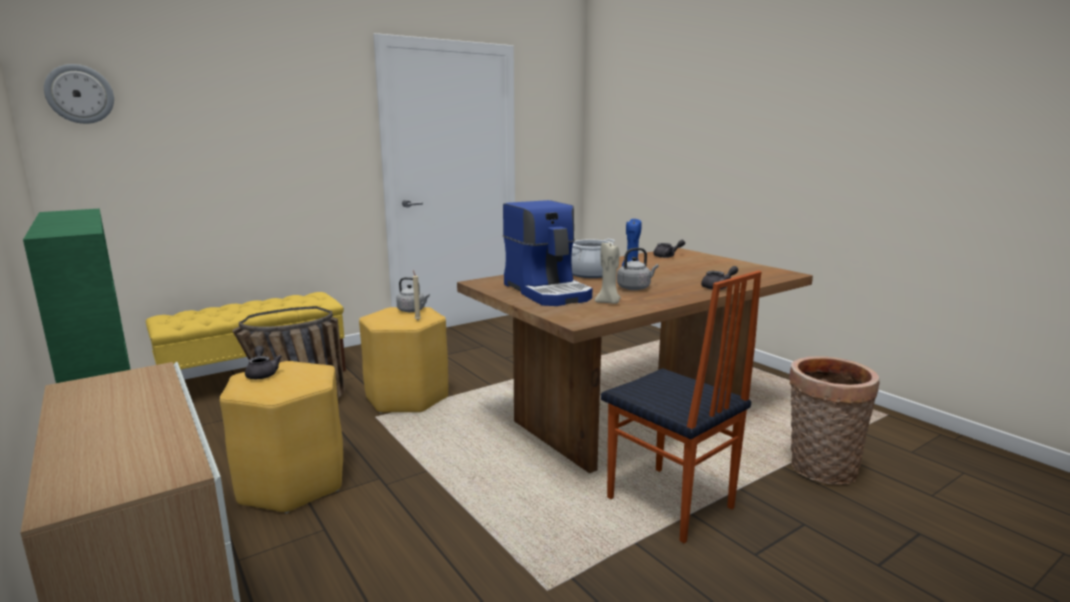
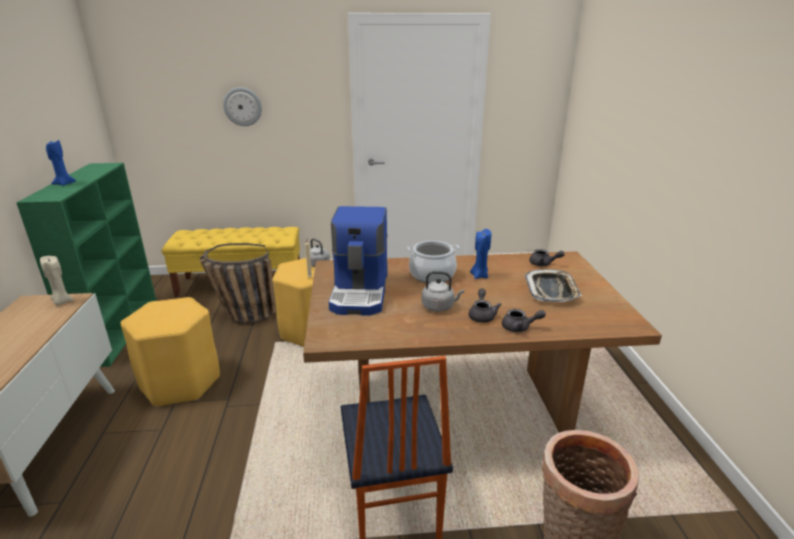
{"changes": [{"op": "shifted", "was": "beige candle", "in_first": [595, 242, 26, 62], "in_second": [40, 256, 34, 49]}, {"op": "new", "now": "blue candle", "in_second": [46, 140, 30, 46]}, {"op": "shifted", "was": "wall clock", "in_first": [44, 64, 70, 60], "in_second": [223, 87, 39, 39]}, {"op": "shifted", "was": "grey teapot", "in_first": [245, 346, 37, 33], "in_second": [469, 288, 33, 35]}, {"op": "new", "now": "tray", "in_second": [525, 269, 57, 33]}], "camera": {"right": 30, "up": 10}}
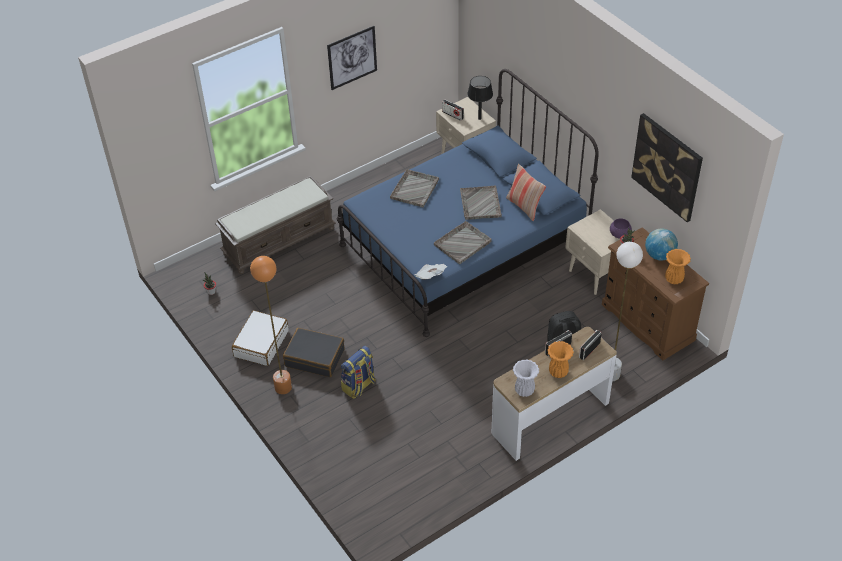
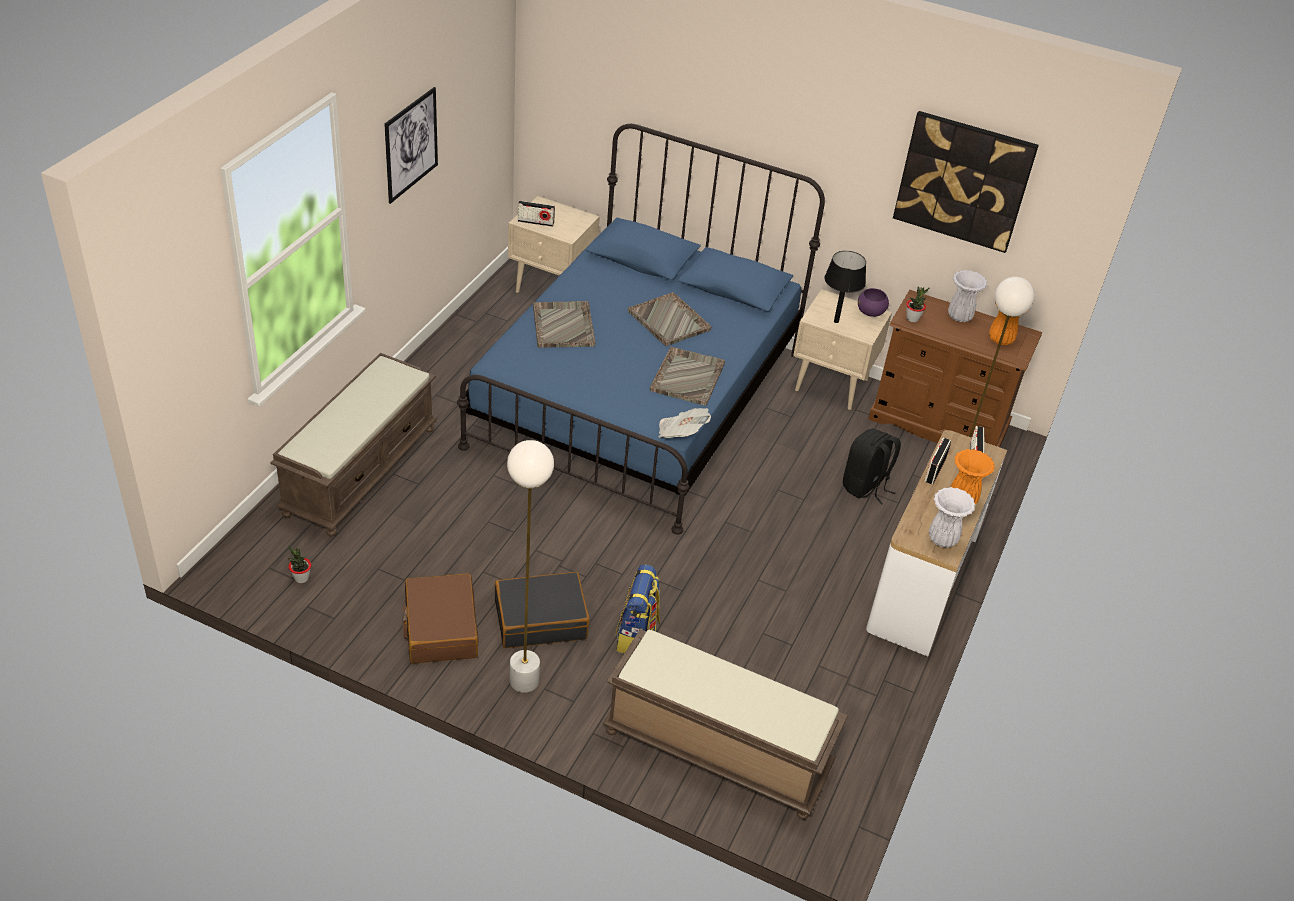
{"changes": [{"op": "repainted", "was": "white suitcase", "now": "brown suitcase", "in_first": [232, 310, 57, 56], "in_second": [402, 574, 76, 90]}, {"op": "repainted", "was": "orange floor lamp", "now": "white floor lamp", "in_first": [250, 256, 42, 138], "in_second": [507, 440, 47, 253]}, {"op": "new", "now": "brown bench", "in_second": [603, 629, 245, 191]}, {"op": "shifted", "was": "black table lamp", "in_first": [467, 76, 26, 44], "in_second": [824, 251, 42, 72]}, {"op": "swapped", "was": "globe", "now": "white vase", "in_first": [645, 228, 33, 33], "in_second": [948, 270, 40, 52]}, {"op": "gone", "was": "pillow", "in_first": [506, 164, 40, 57]}], "camera": {"right": -35, "up": -5}}
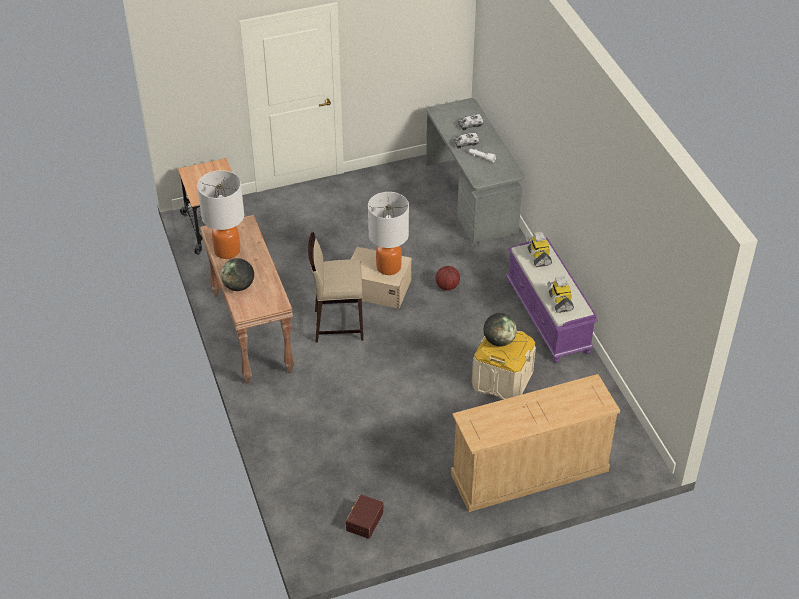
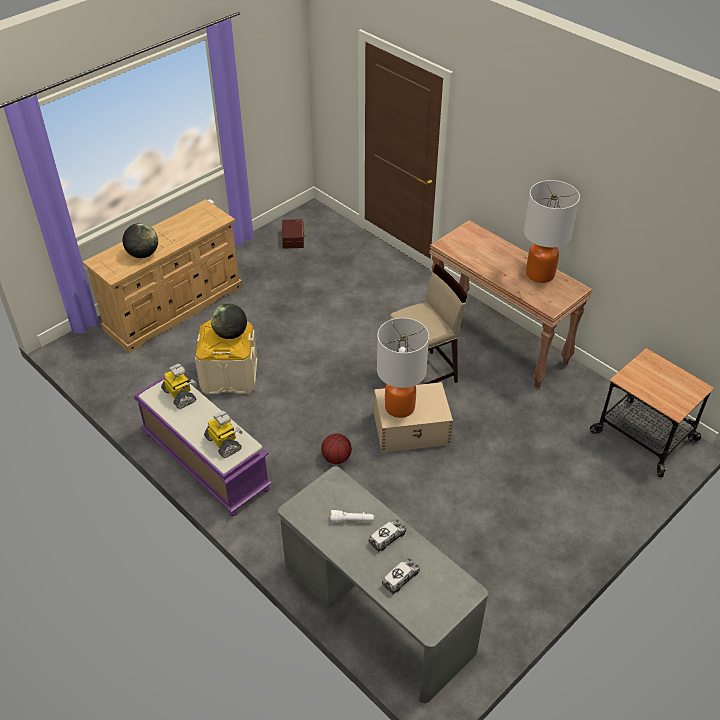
{"changes": [{"op": "shifted", "was": "globe", "in_first": [220, 258, 34, 33], "in_second": [123, 223, 35, 35]}], "camera": {"right": 155, "up": 0}}
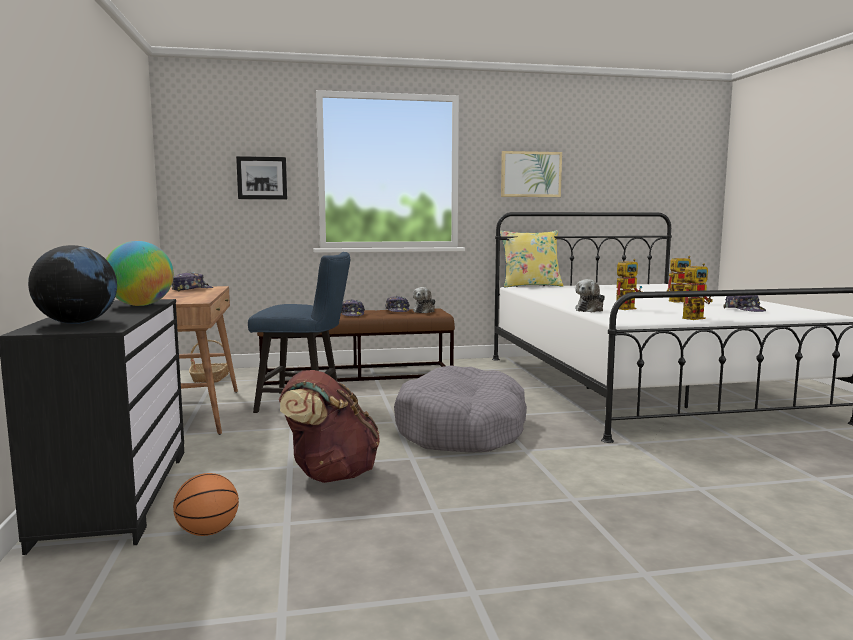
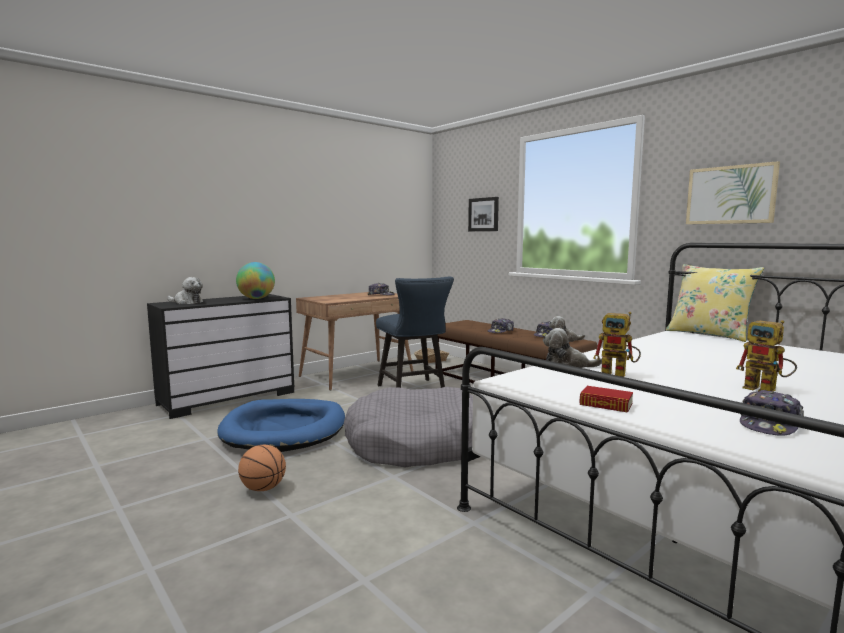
{"changes": [{"op": "swapped", "was": "globe", "now": "plush toy", "in_first": [28, 245, 89, 79], "in_second": [167, 277, 36, 27]}, {"op": "swapped", "was": "brown backpack", "now": "blue dog bed", "in_first": [279, 370, 101, 113], "in_second": [217, 399, 128, 53]}, {"op": "shifted", "was": "basketball", "in_first": [173, 473, 66, 63], "in_second": [238, 445, 48, 46]}, {"op": "swapped", "was": "toy robot", "now": "book", "in_first": [682, 263, 31, 57], "in_second": [579, 386, 54, 26]}], "camera": {"right": 60, "up": 0}}
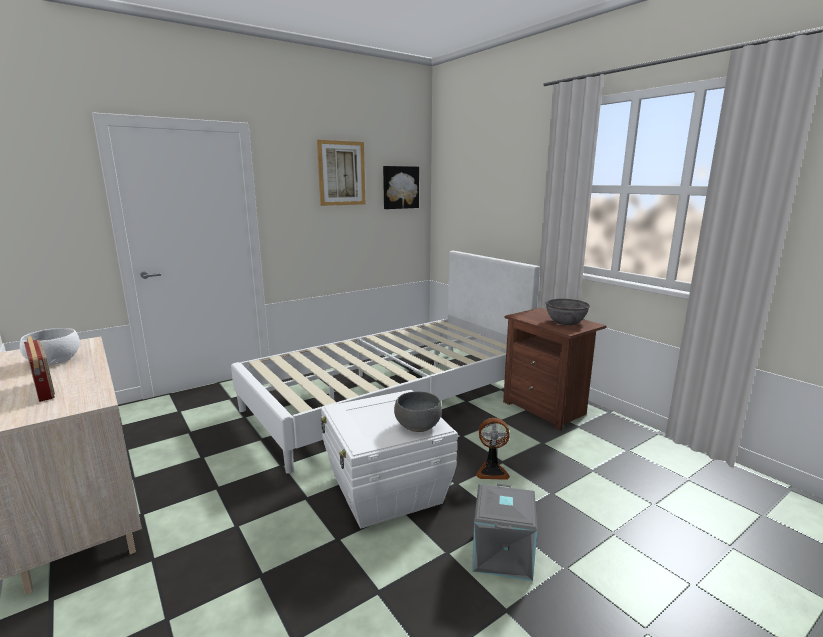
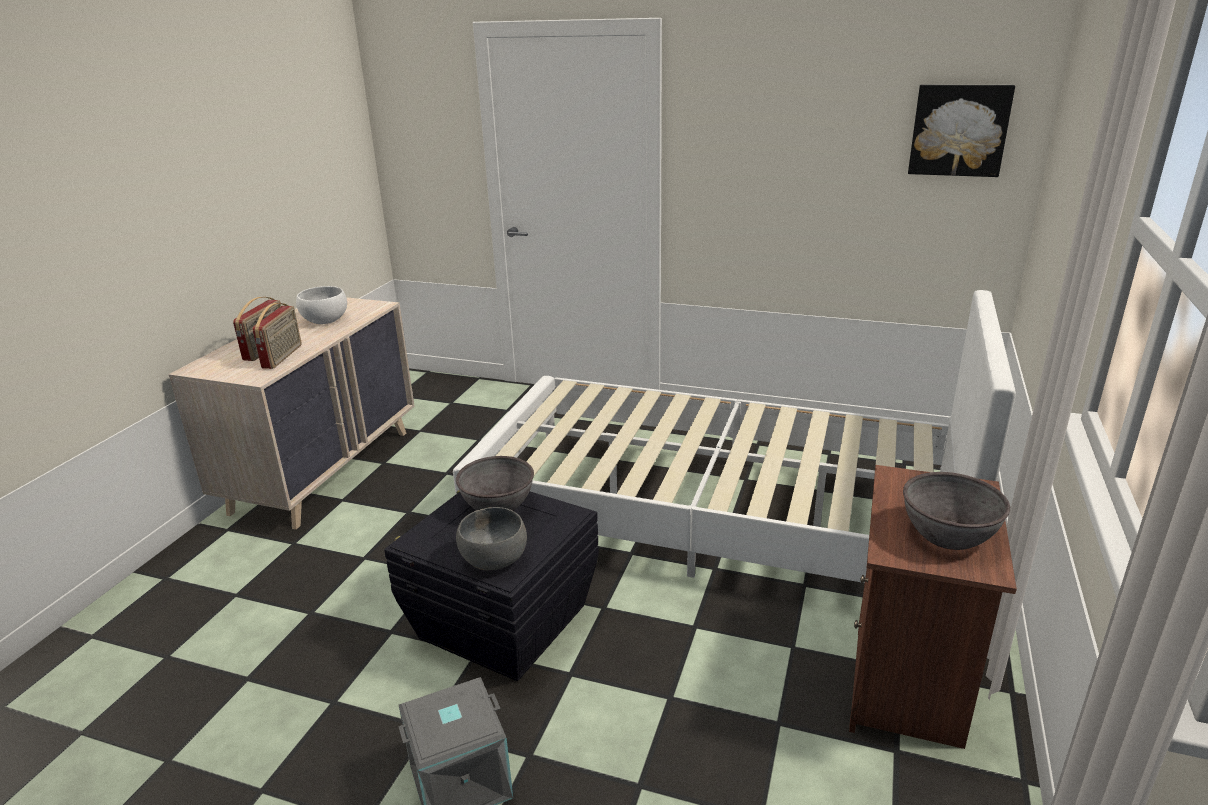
{"changes": [{"op": "new", "now": "radio", "in_second": [252, 303, 50, 66]}, {"op": "repainted", "was": "white storage box", "now": "black storage box", "in_first": [321, 390, 137, 139], "in_second": [384, 491, 215, 190]}, {"op": "new", "now": "grey bowl", "in_second": [456, 456, 78, 55]}, {"op": "gone", "was": "picture", "in_first": [317, 140, 48, 66]}, {"op": "gone", "was": "fan", "in_first": [476, 418, 34, 62]}], "camera": {"right": 55, "up": 10}}
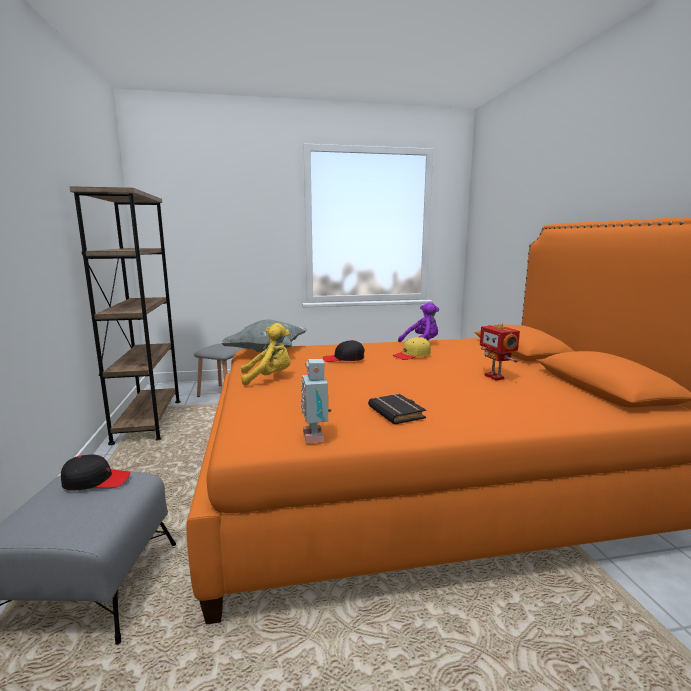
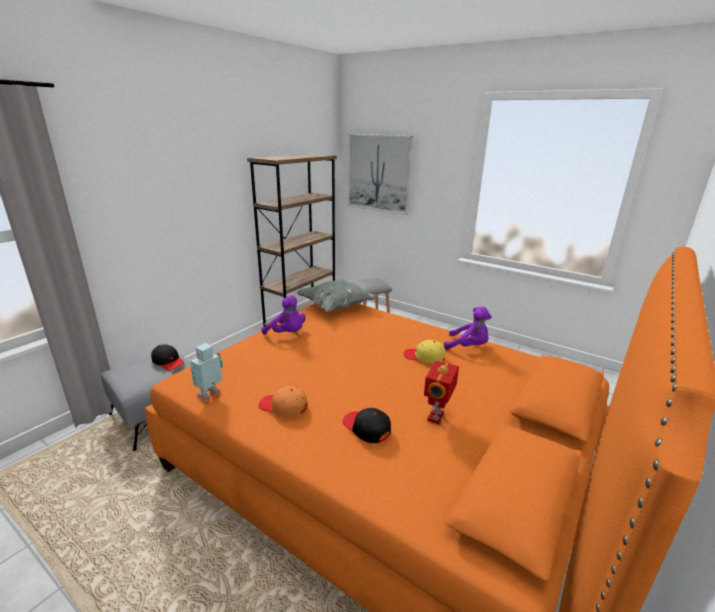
{"changes": [{"op": "swapped", "was": "black book", "now": "orange cap", "in_first": [368, 394, 58, 31], "in_second": [259, 386, 48, 31]}, {"op": "repainted", "was": "yellow plush toy", "now": "purple plush toy", "in_first": [241, 323, 50, 63], "in_second": [261, 295, 44, 40]}, {"op": "shifted", "was": "black cap", "in_first": [323, 340, 42, 22], "in_second": [343, 408, 48, 35]}, {"op": "new", "now": "picture", "in_second": [348, 134, 65, 81]}], "camera": {"right": 45, "up": 10}}
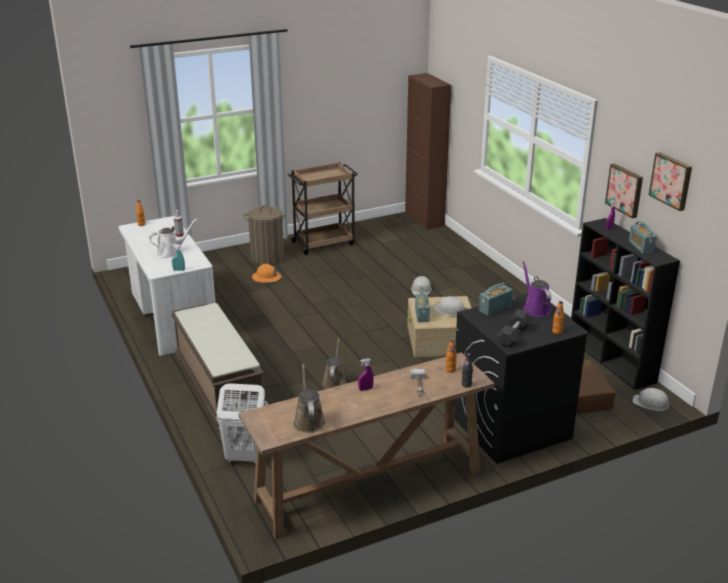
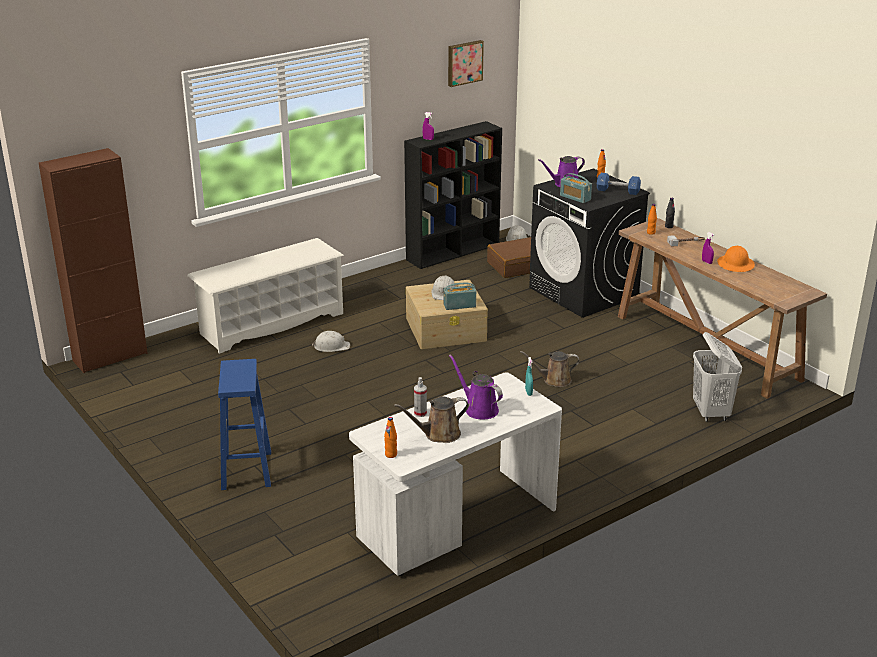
{"changes": [{"op": "new", "now": "white shoe rack", "in_second": [187, 238, 157, 116]}, {"op": "swapped", "was": "laundry basket", "now": "blue stool", "in_first": [244, 205, 42, 60], "in_second": [218, 359, 53, 131]}, {"op": "shifted", "was": "brown watering can", "in_first": [293, 364, 32, 69], "in_second": [394, 397, 75, 46]}, {"op": "repainted", "was": "white watering can", "now": "purple watering can", "in_first": [149, 219, 48, 39], "in_second": [449, 354, 54, 66]}, {"op": "repainted", "was": "black dumbbell", "now": "blue dumbbell", "in_first": [497, 309, 35, 39], "in_second": [597, 173, 44, 22]}, {"op": "shifted", "was": "orange hard hat", "in_first": [252, 264, 30, 19], "in_second": [717, 246, 38, 26]}, {"op": "gone", "was": "brown bench", "in_first": [171, 303, 93, 129]}, {"op": "gone", "was": "brown cart", "in_first": [287, 162, 71, 93]}, {"op": "gone", "was": "picture", "in_first": [605, 163, 38, 55]}, {"op": "gone", "was": "radio", "in_first": [629, 221, 28, 33]}], "camera": {"right": -100, "up": 0}}
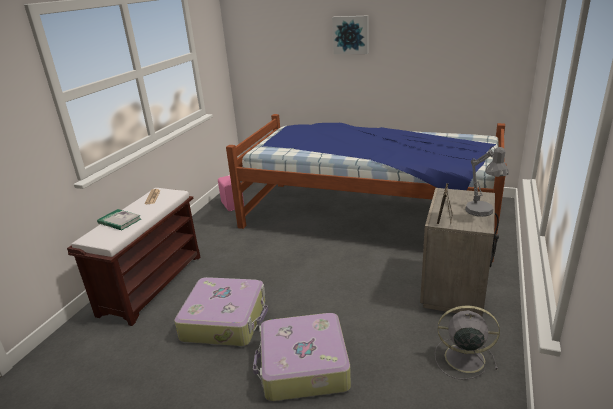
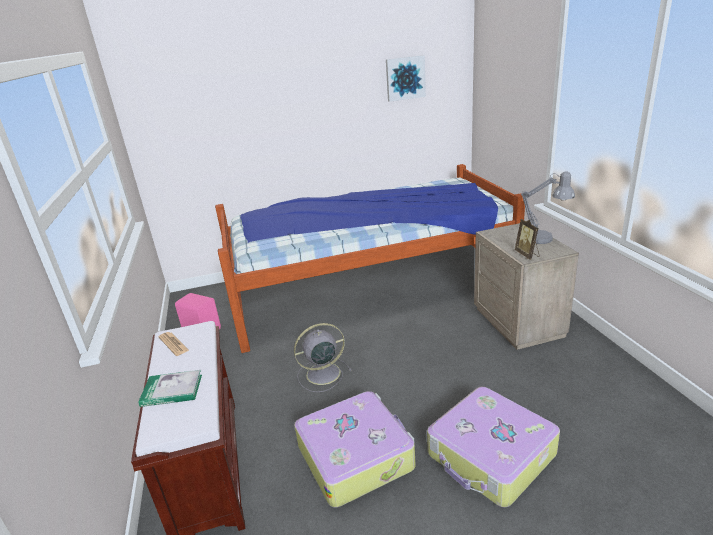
{"changes": [{"op": "shifted", "was": "grey fan", "in_first": [435, 305, 65, 75], "in_second": [294, 323, 58, 69]}, {"op": "shifted", "was": "picture", "in_first": [332, 15, 37, 39], "in_second": [386, 55, 40, 47]}], "camera": {"right": -35, "up": 0}}
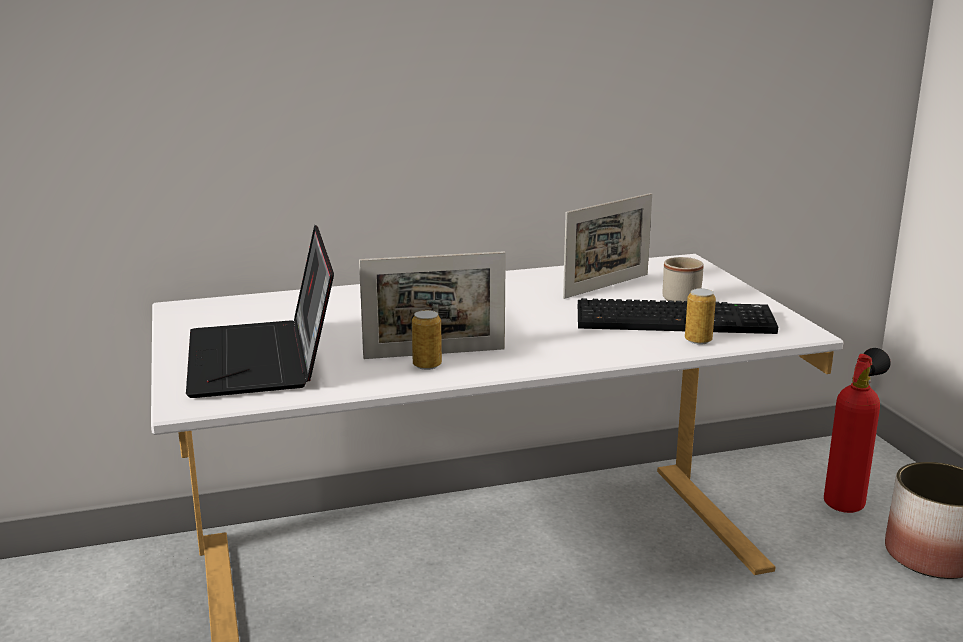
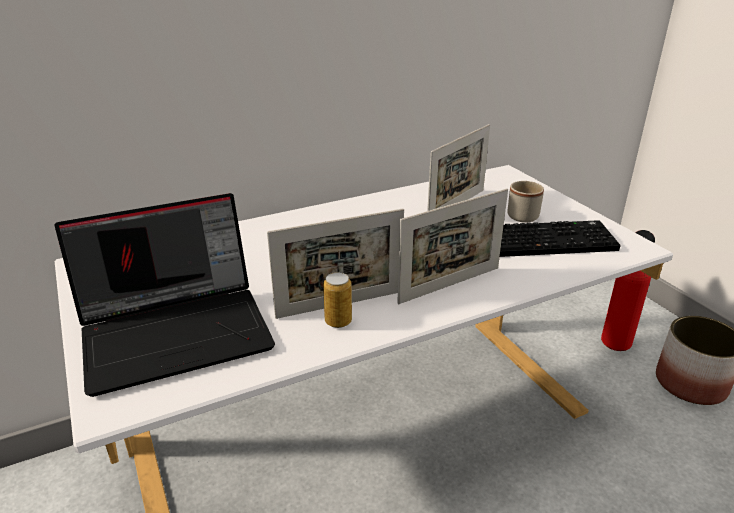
{"changes": [{"op": "rotated", "was": "laptop", "in_first": [186, 225, 148, 173], "in_second": [55, 193, 220, 204], "clockwise": -90}, {"op": "new", "now": "picture frame", "in_second": [397, 189, 111, 115]}, {"op": "gone", "was": "can", "in_first": [685, 288, 31, 57]}], "camera": {"right": -10, "up": 10}}
